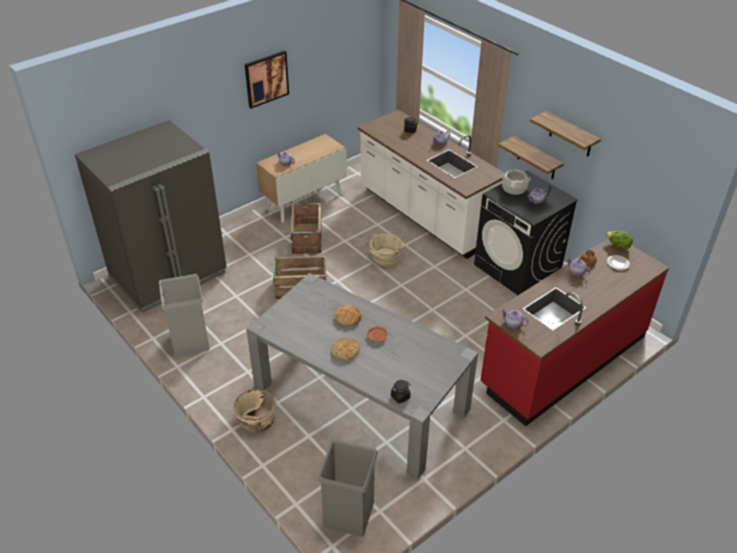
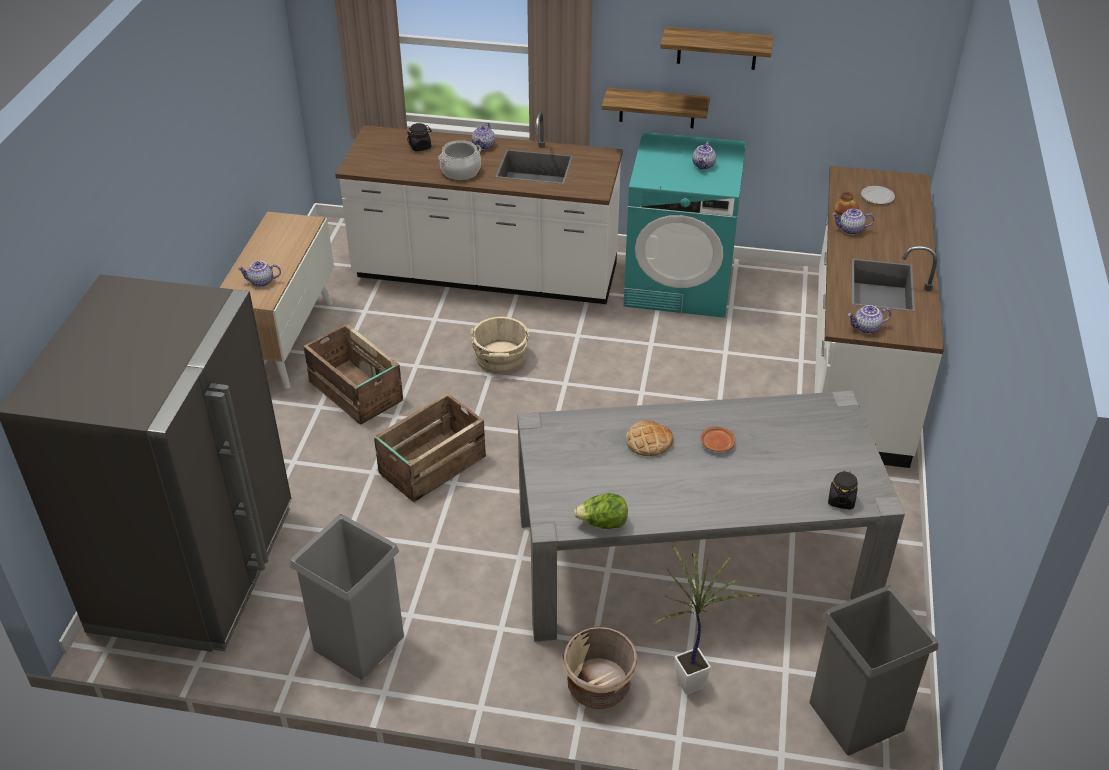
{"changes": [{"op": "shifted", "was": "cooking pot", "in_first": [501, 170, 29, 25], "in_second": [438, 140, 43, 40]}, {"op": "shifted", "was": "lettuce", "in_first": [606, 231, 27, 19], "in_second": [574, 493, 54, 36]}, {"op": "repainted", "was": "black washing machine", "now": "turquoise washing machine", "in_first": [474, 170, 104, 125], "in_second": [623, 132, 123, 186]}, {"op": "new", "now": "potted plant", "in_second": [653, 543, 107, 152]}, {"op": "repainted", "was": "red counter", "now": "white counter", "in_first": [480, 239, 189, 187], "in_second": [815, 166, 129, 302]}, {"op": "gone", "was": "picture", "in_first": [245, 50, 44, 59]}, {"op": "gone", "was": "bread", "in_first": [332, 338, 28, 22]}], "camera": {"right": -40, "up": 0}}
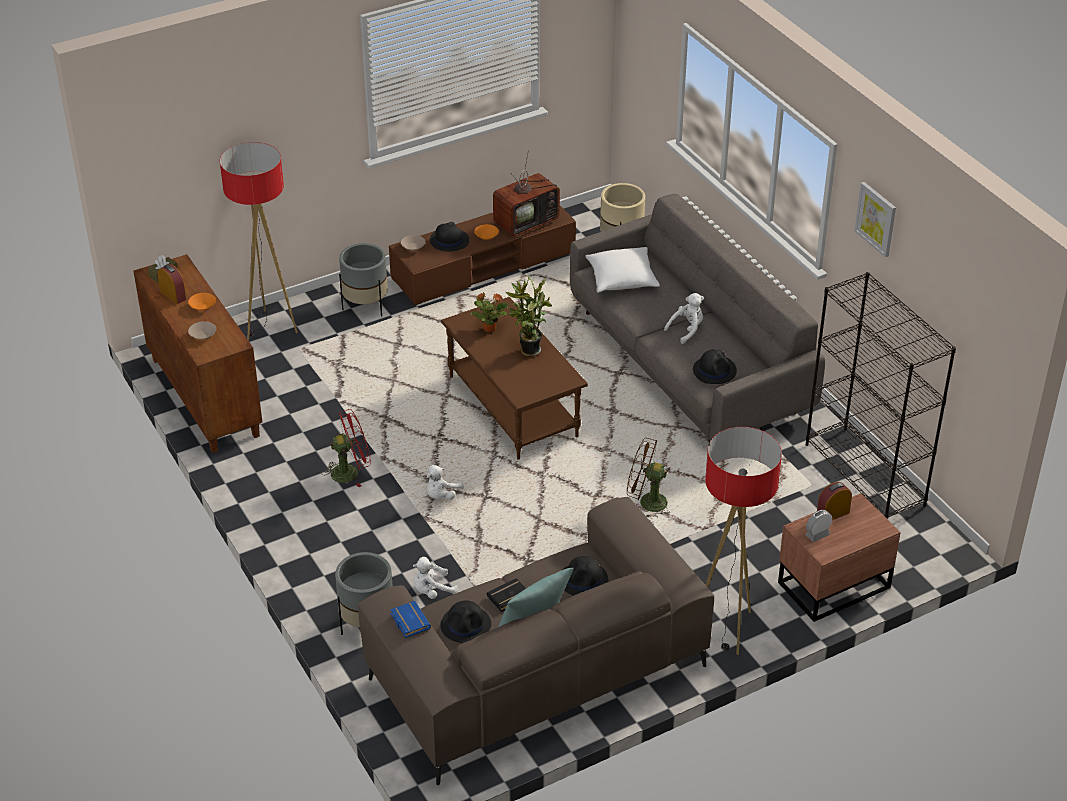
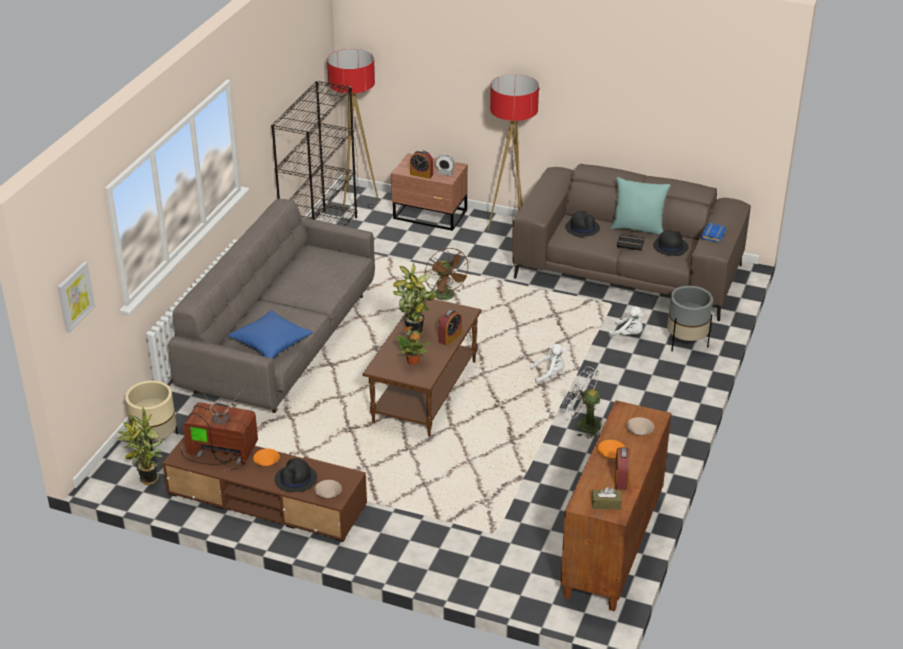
{"changes": [{"op": "shifted", "was": "picture", "in_first": [854, 182, 42, 75], "in_second": [57, 262, 38, 71]}, {"op": "new", "now": "potted plant", "in_second": [117, 406, 46, 79]}, {"op": "repainted", "was": "white pillow", "now": "blue pillow", "in_first": [585, 247, 75, 46], "in_second": [228, 310, 85, 49]}, {"op": "shifted", "was": "floor lamp", "in_first": [220, 142, 78, 199], "in_second": [327, 49, 52, 164]}, {"op": "new", "now": "alarm clock", "in_second": [438, 310, 24, 36]}, {"op": "repainted", "was": "red fan", "now": "white fan", "in_first": [321, 409, 50, 78], "in_second": [563, 366, 38, 73]}, {"op": "gone", "was": "grey planter", "in_first": [339, 243, 49, 74]}, {"op": "gone", "was": "white plush toy", "in_first": [664, 293, 40, 51]}, {"op": "gone", "was": "black hat", "in_first": [693, 349, 44, 35]}], "camera": {"right": -130, "up": -5}}
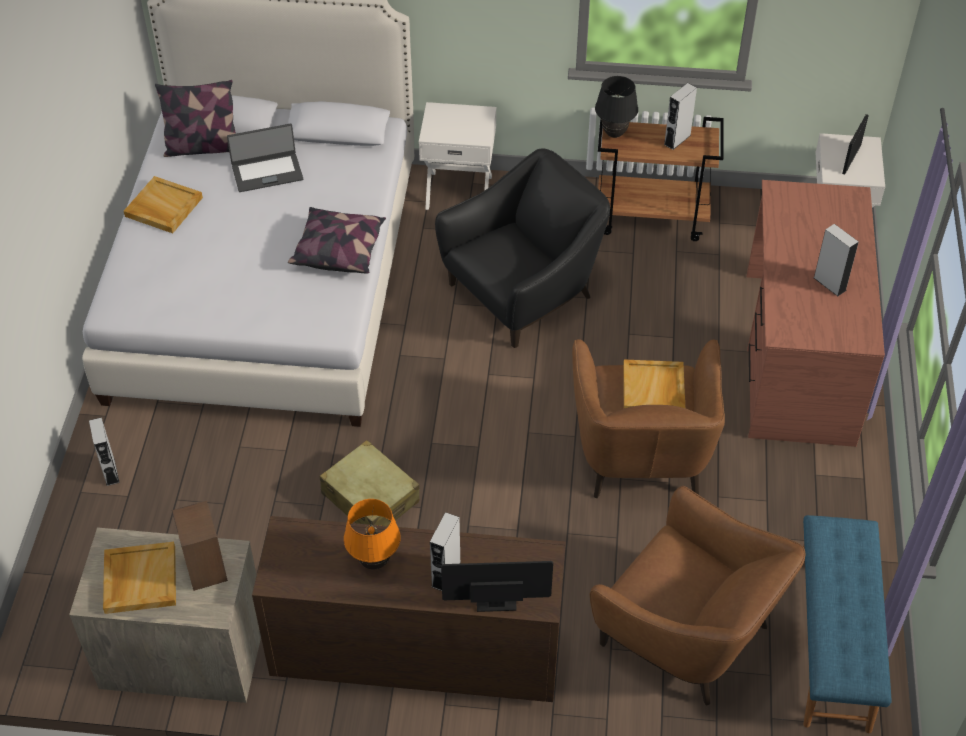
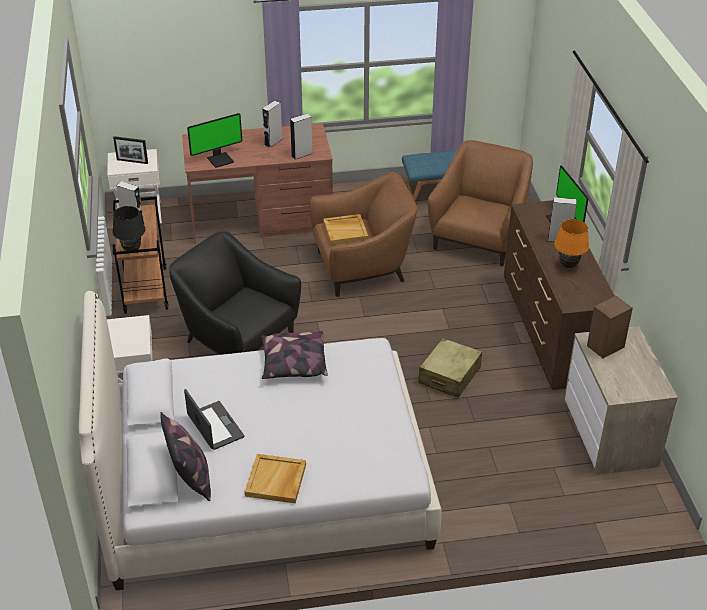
{"changes": [{"op": "new", "now": "monitor", "in_second": [187, 113, 55, 55]}, {"op": "shifted", "was": "grey speaker", "in_first": [89, 417, 31, 69], "in_second": [290, 114, 23, 46]}, {"op": "gone", "was": "beige tray", "in_first": [103, 542, 73, 72]}], "camera": {"right": -105, "up": -10}}
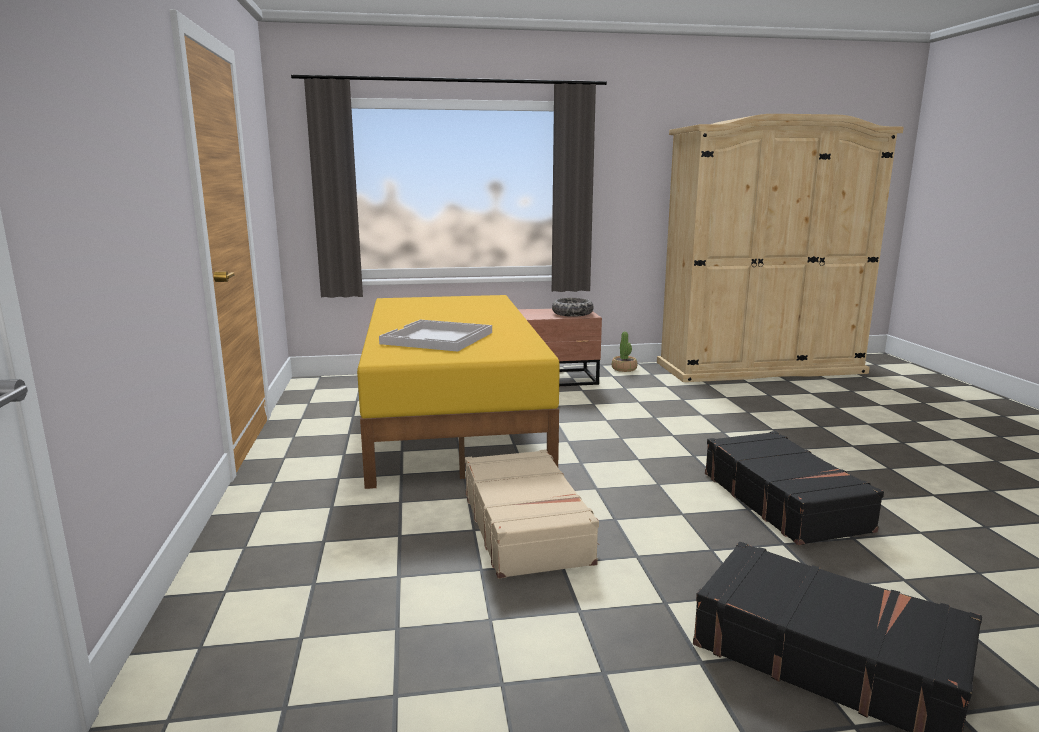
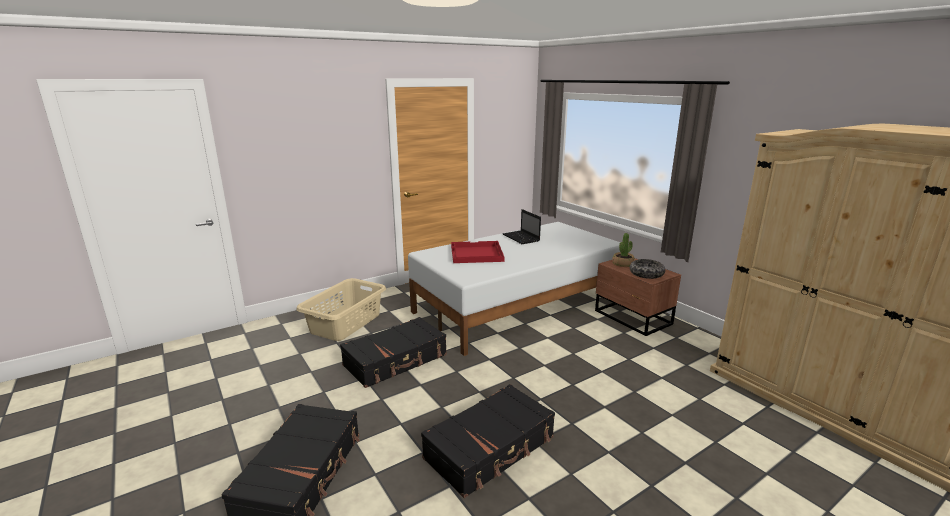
{"changes": [{"op": "new", "now": "beige laundry basket", "in_second": [296, 278, 90, 63]}, {"op": "repainted", "was": "beige suitcase", "now": "black suitcase", "in_first": [465, 449, 134, 130], "in_second": [340, 317, 107, 71]}, {"op": "repainted", "was": "yellow bed", "now": "white bed", "in_first": [357, 295, 203, 194], "in_second": [408, 222, 212, 134]}, {"op": "repainted", "was": "white tray", "now": "red tray", "in_first": [379, 320, 113, 32], "in_second": [451, 241, 53, 22]}, {"op": "new", "now": "laptop", "in_second": [503, 209, 38, 35]}, {"op": "shifted", "was": "potted plant", "in_first": [612, 332, 25, 40], "in_second": [612, 233, 23, 34]}], "camera": {"right": 65, "up": 5}}
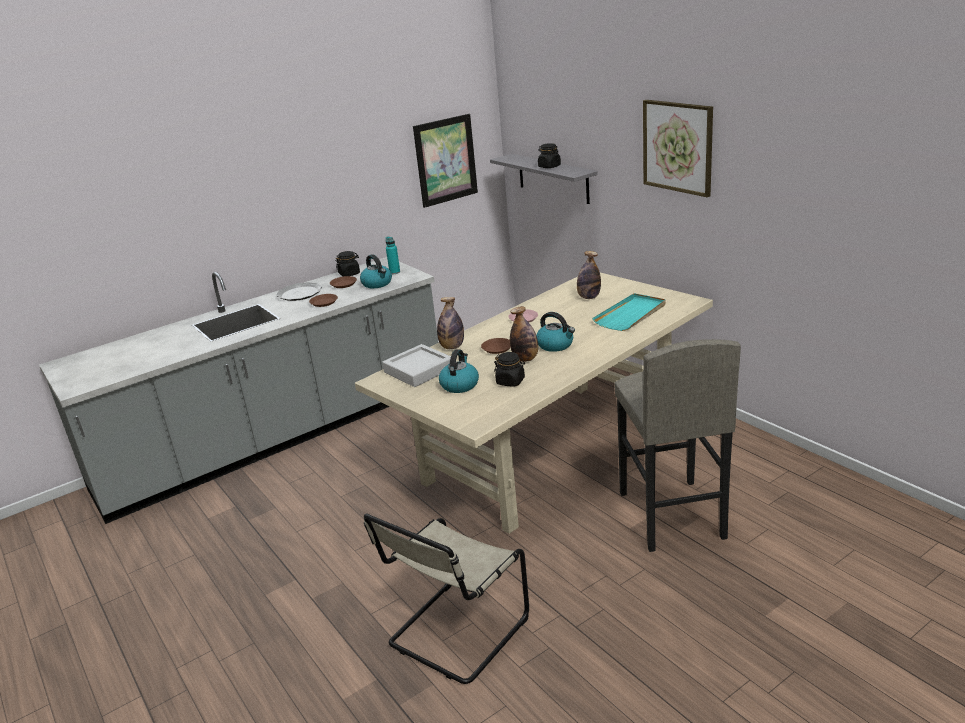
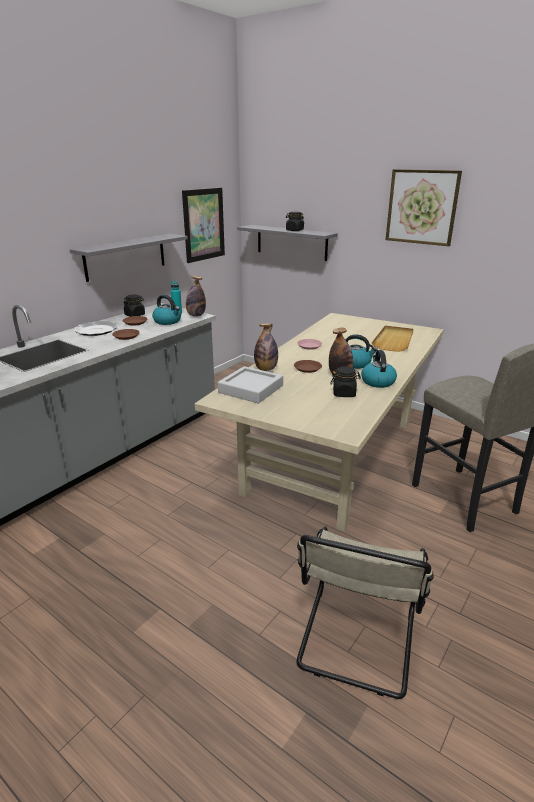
{"changes": [{"op": "new", "now": "grey shelf", "in_second": [70, 234, 118, 48]}, {"op": "shifted", "was": "bottle", "in_first": [577, 251, 24, 48], "in_second": [186, 276, 20, 41]}, {"op": "shifted", "was": "kettle", "in_first": [439, 349, 40, 44], "in_second": [361, 350, 36, 38]}, {"op": "repainted", "was": "turquoise tray", "now": "beige tray", "in_first": [592, 293, 74, 38], "in_second": [372, 326, 41, 26]}], "camera": {"right": -20, "up": 0}}
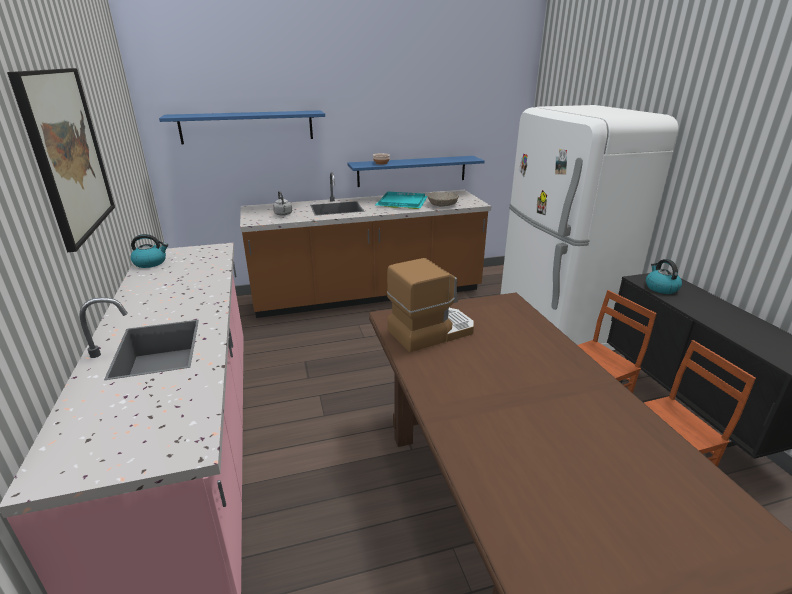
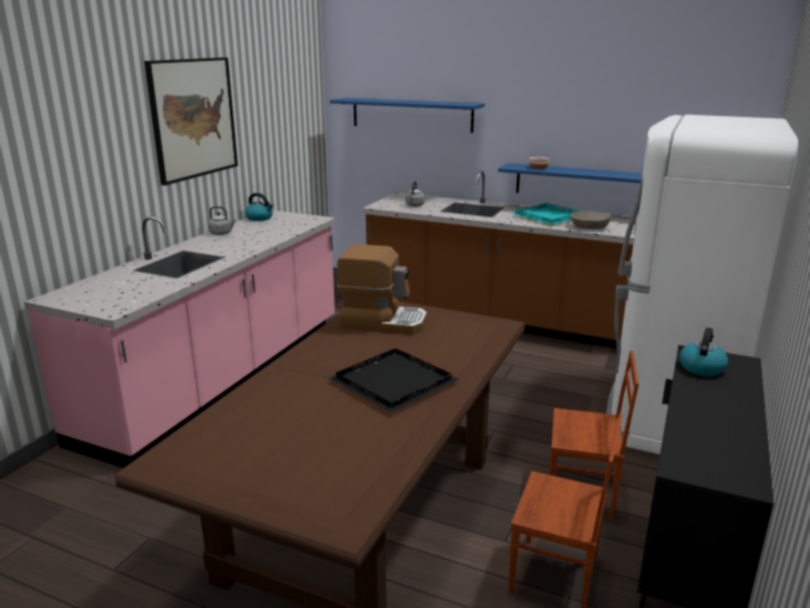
{"changes": [{"op": "new", "now": "grey kettle", "in_second": [208, 206, 28, 29]}, {"op": "new", "now": "black tray", "in_second": [329, 348, 130, 65]}], "camera": {"right": 40, "up": -5}}
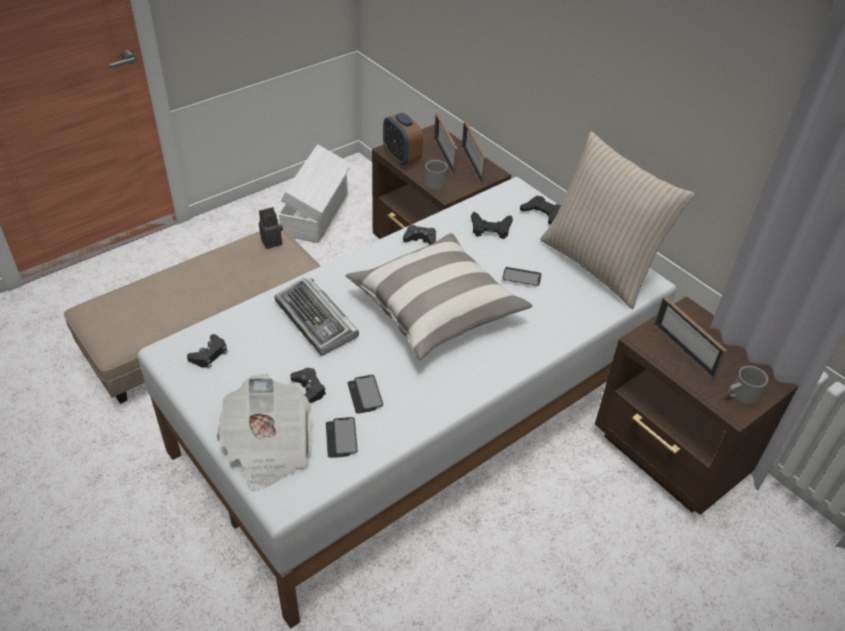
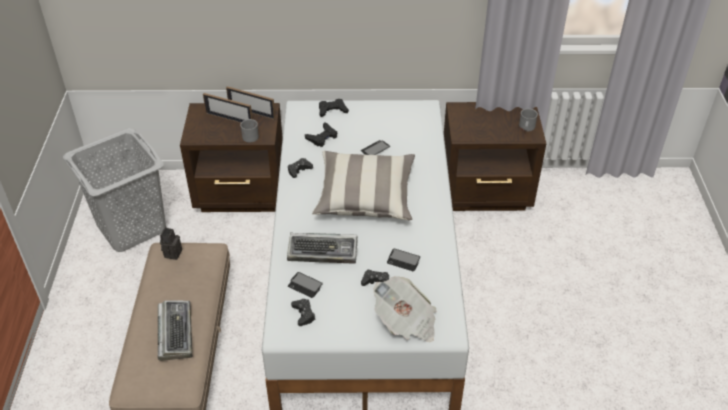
{"changes": [{"op": "swapped", "was": "white storage box", "now": "grey laundry basket", "in_first": [279, 144, 73, 99], "in_second": [63, 128, 103, 124]}, {"op": "new", "now": "keyboard", "in_second": [158, 300, 34, 61]}, {"op": "shifted", "was": "phone", "in_first": [326, 417, 32, 41], "in_second": [288, 272, 35, 26]}, {"op": "gone", "was": "alarm clock", "in_first": [383, 112, 40, 54]}, {"op": "gone", "was": "beige pillow", "in_first": [540, 132, 155, 177]}, {"op": "gone", "was": "picture frame", "in_first": [654, 296, 73, 83]}], "camera": {"right": -50, "up": 0}}
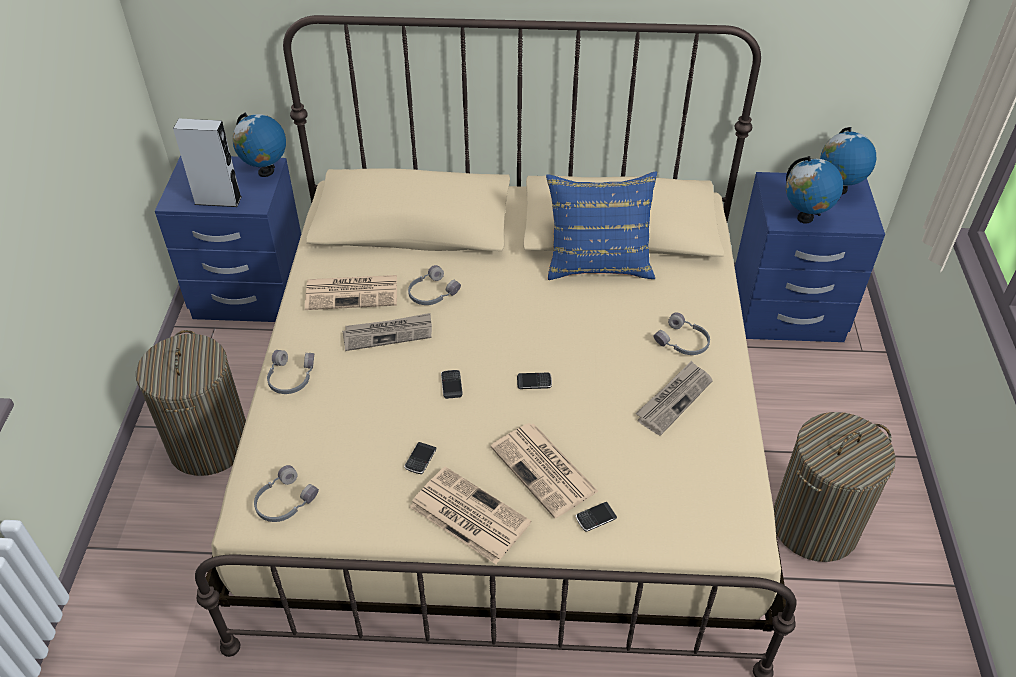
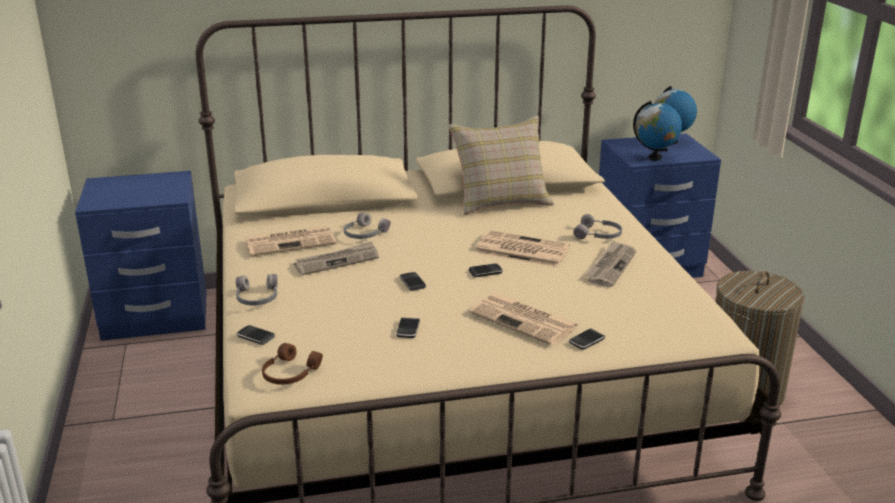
{"changes": [{"op": "new", "now": "phone", "in_second": [236, 325, 39, 20]}, {"op": "repainted", "was": "grey headphones", "now": "brown headphones", "in_first": [254, 465, 65, 57], "in_second": [262, 343, 61, 42]}, {"op": "repainted", "was": "blue pillow", "now": "beige pillow", "in_first": [546, 171, 111, 109], "in_second": [448, 115, 106, 100]}, {"op": "shifted", "was": "newspaper", "in_first": [409, 467, 122, 97], "in_second": [474, 230, 96, 37]}, {"op": "gone", "was": "laundry basket", "in_first": [136, 330, 110, 146]}, {"op": "gone", "was": "grey speaker", "in_first": [173, 119, 69, 88]}, {"op": "gone", "was": "globe", "in_first": [233, 112, 53, 65]}], "camera": {"right": -15, "up": -20}}
